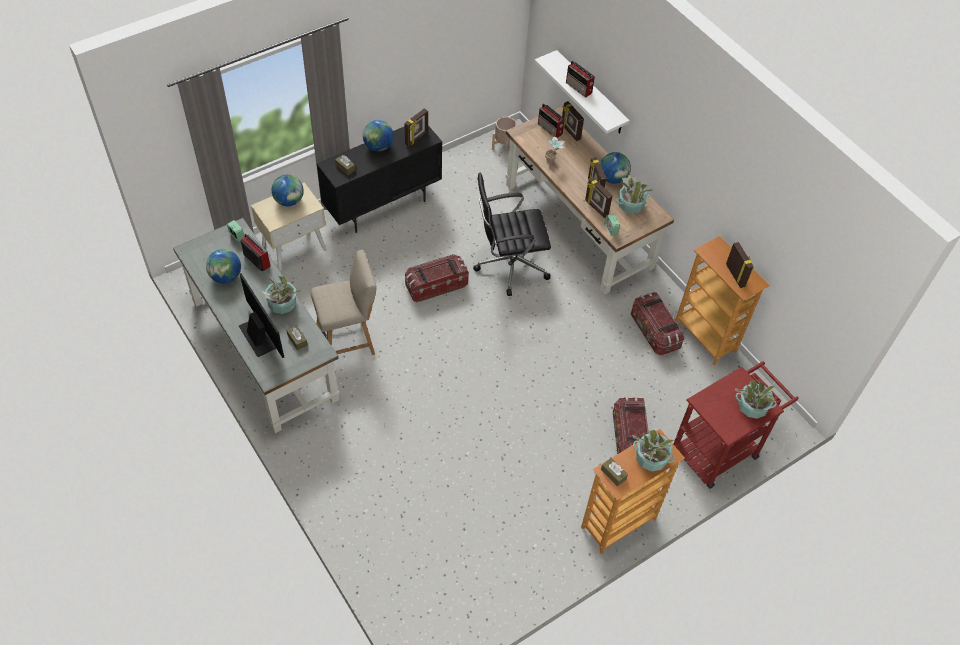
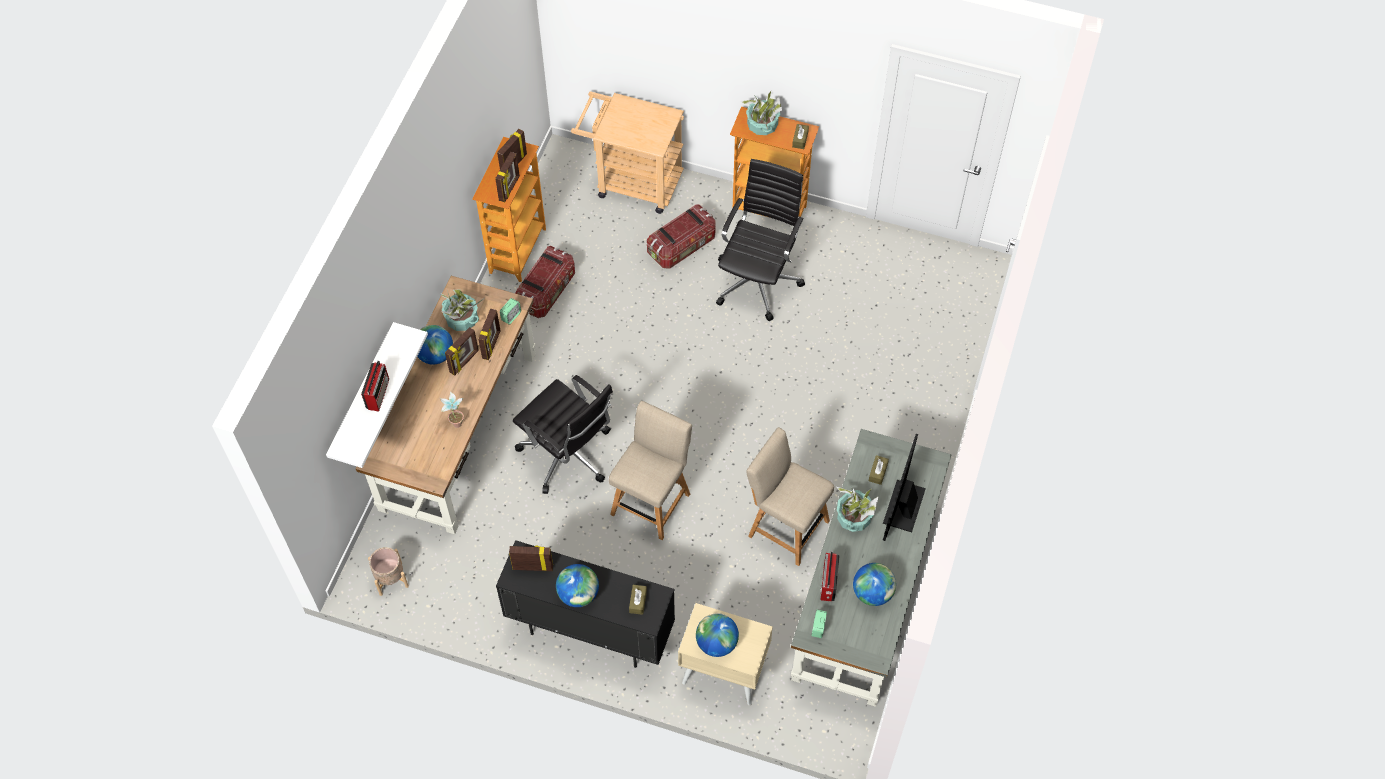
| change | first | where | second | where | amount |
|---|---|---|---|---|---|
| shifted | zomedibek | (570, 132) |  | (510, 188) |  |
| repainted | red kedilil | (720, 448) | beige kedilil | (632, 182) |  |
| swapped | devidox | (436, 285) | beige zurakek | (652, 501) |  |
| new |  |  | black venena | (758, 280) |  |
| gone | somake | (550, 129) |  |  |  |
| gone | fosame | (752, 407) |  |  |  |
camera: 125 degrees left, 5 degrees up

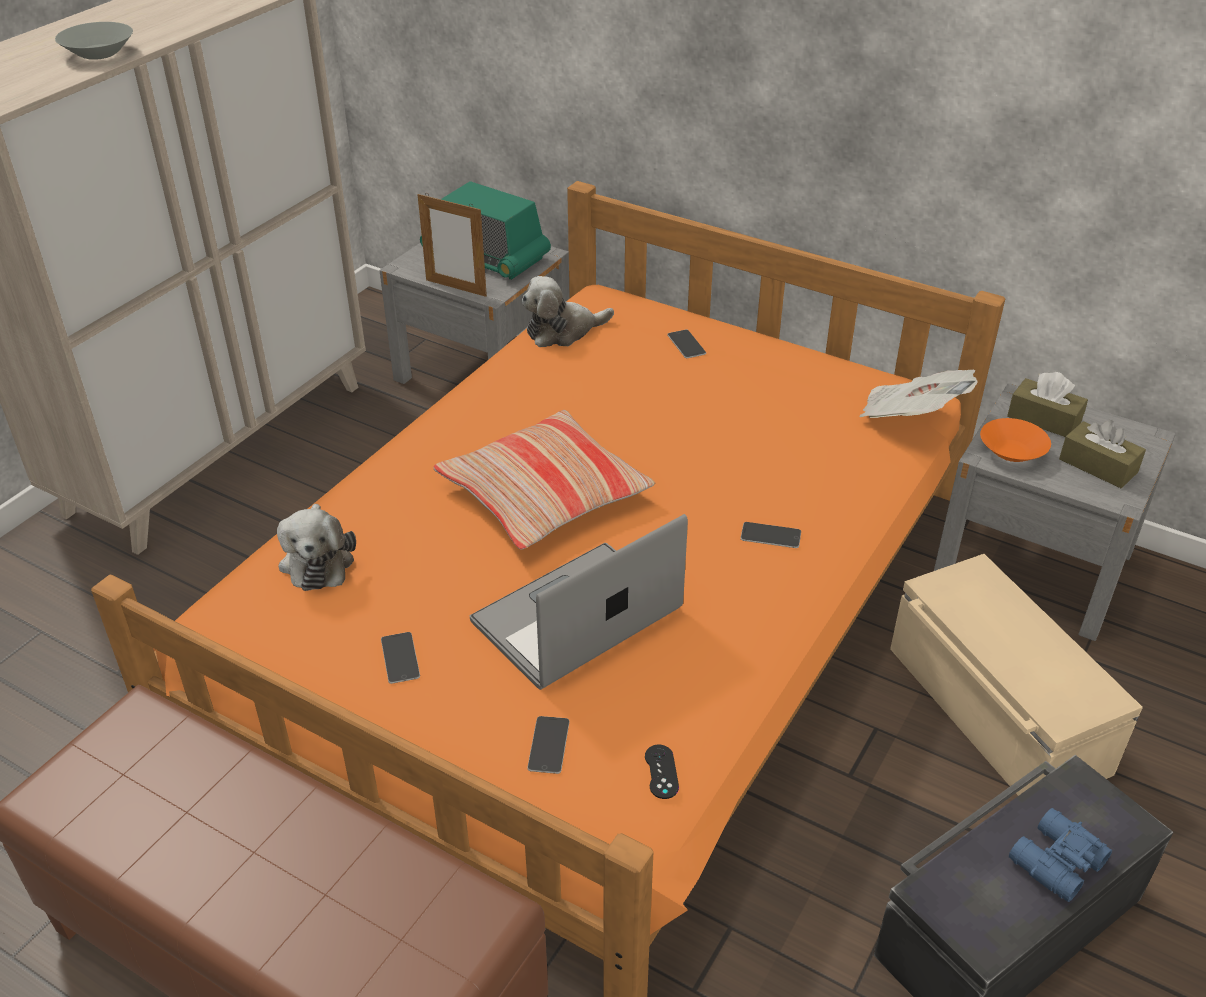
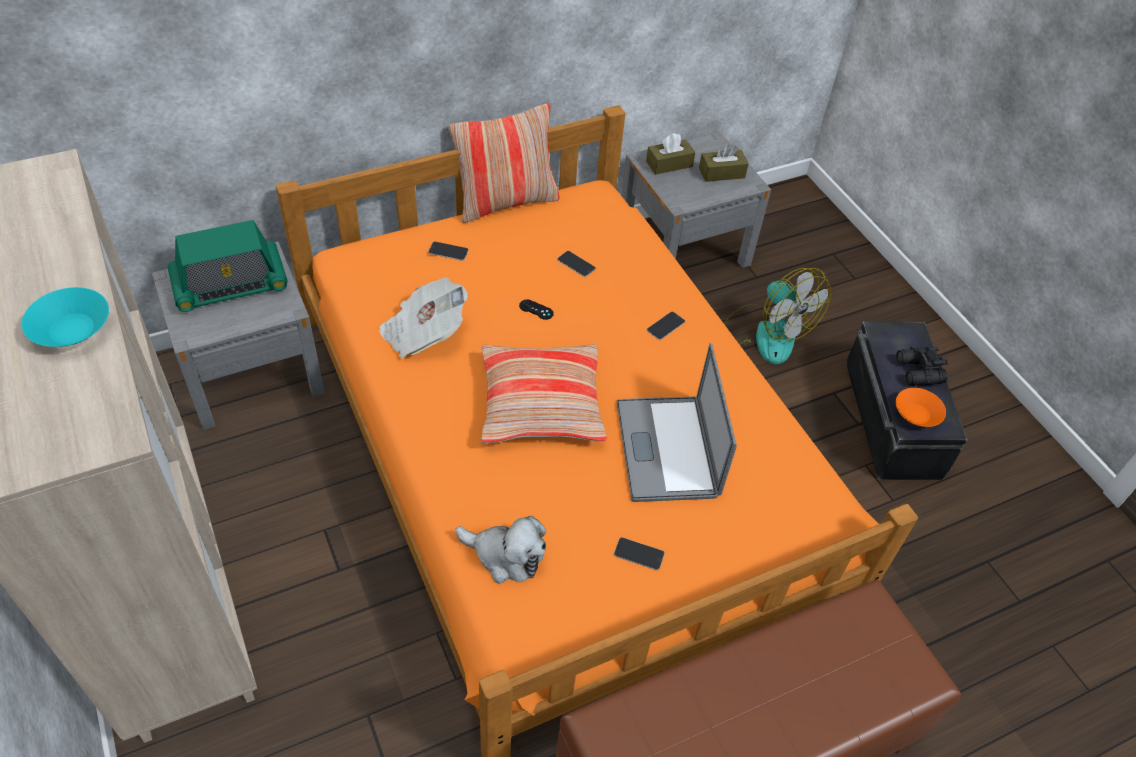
| change | first | where | second | where | amount |
|---|---|---|---|---|---|
| repainted | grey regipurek | (98, 54) | turquoise regipurek | (71, 331) |  |
| shifted | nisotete | (910, 417) |  | (423, 333) |  |
| new |  |  | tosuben | (506, 202) |  |
| shifted | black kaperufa | (661, 772) |  | (536, 309) |  |
| shifted | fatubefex | (548, 745) |  | (576, 264) |  |
| swapped | beige devidox | (994, 710) | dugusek | (766, 333) |  |
| repainted | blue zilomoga | (1053, 862) | black zilomoga | (918, 372) |  |
| shifted | orange regipurek | (1012, 453) |  | (917, 415) |  |
| gone | zomedibek | (456, 288) |  |  |  |
| gone | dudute | (563, 331) |  |  |  |
camera: 60 degrees left, 10 degrees up

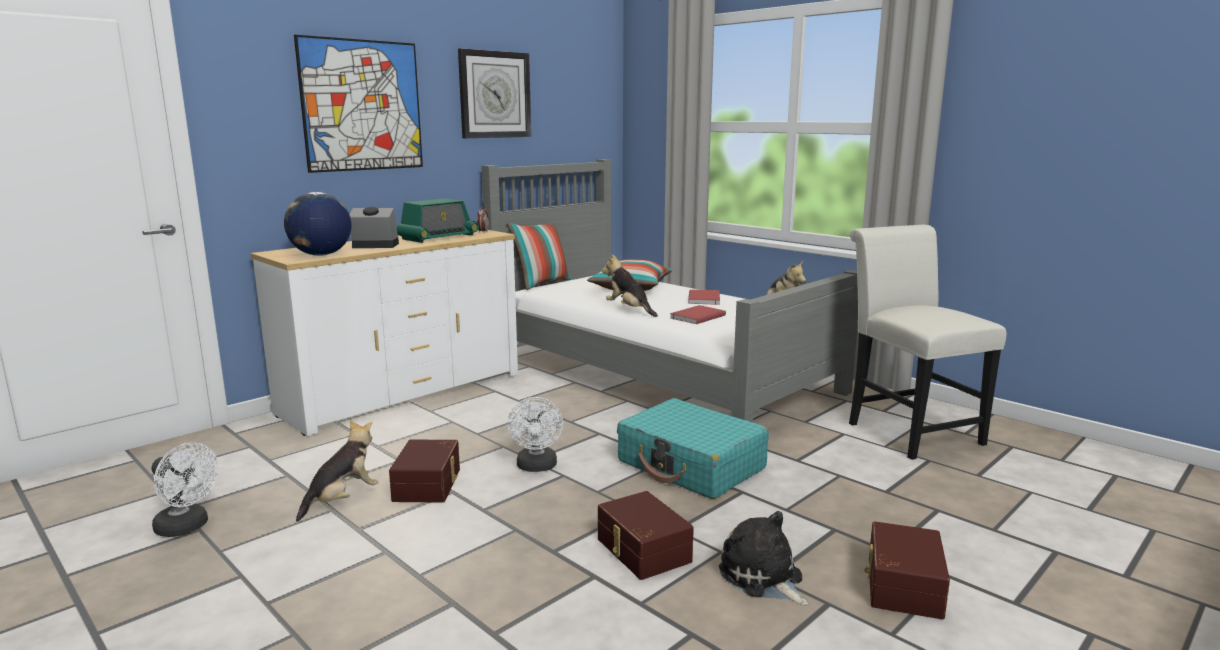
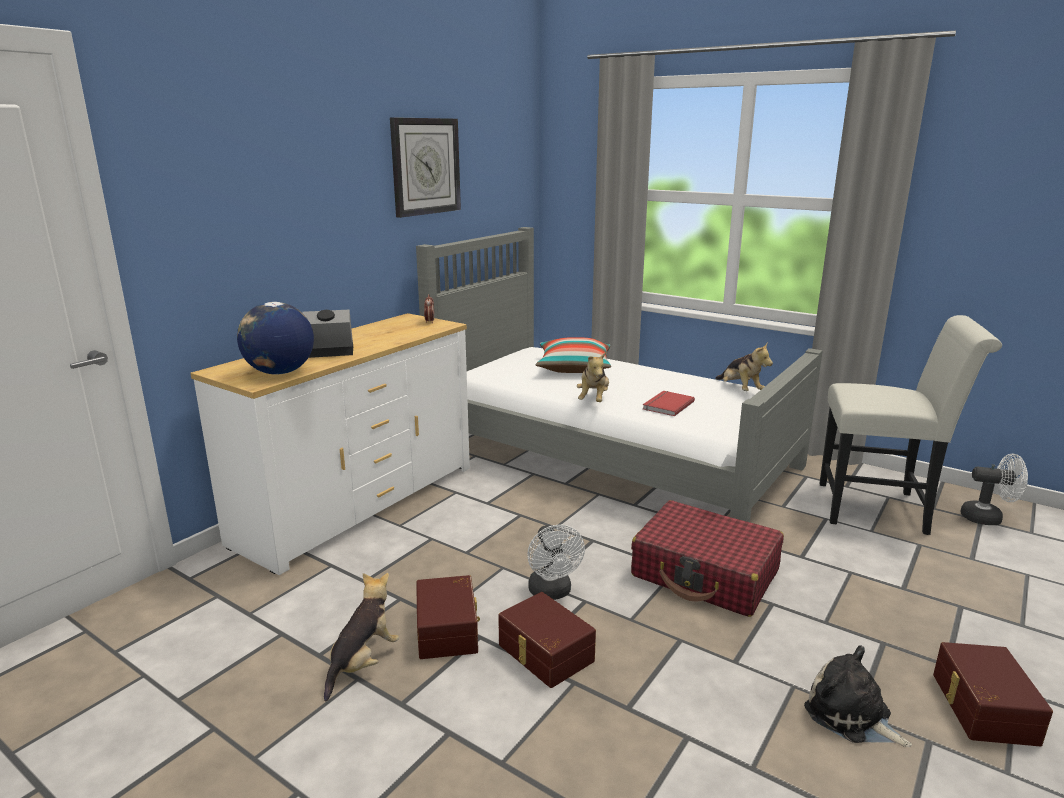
| change | first | where | second | where | amount |
|---|---|---|---|---|---|
| shifted | brown devidox | (642, 551) |  | (544, 653) |  |
| rotated | dudute | (629, 310) |  | (593, 400) | 120 degrees counterclockwise |
| repainted | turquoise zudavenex | (691, 465) | red zudavenex | (705, 574) |  |
| rotated | white zurakek | (908, 430) |  | (881, 509) | 135 degrees clockwise |
| shifted | white dugusek | (187, 527) |  | (988, 518) |  |
| gone | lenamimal | (362, 105) |  |  |  |
| gone | somake | (438, 237) |  |  |  |
| gone | tosuben | (541, 284) |  |  |  |
| gone | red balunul | (705, 299) |  |  |  |
camera: 10 degrees left, 5 degrees up

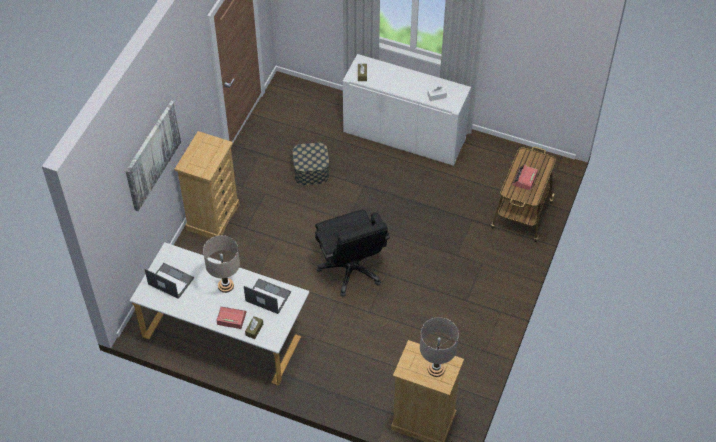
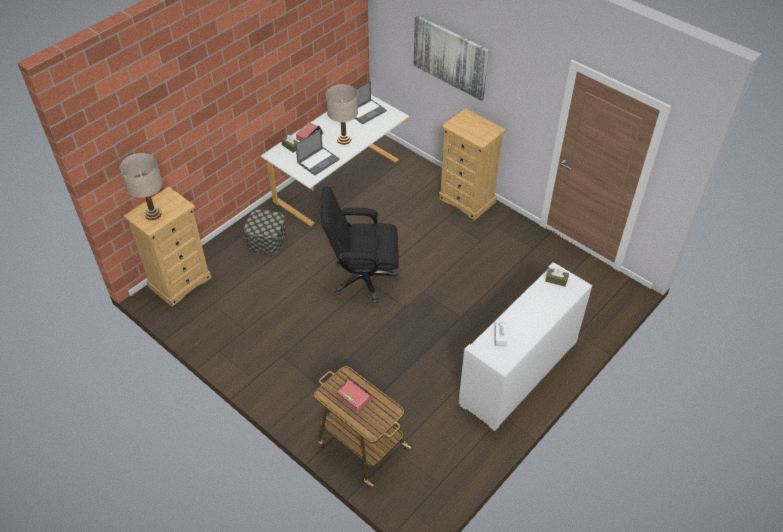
| change | first | where | second | where | amount |
|---|---|---|---|---|---|
| shifted | devidox | (311, 171) |  | (267, 239) |  |
camera: 110 degrees right, 5 degrees down

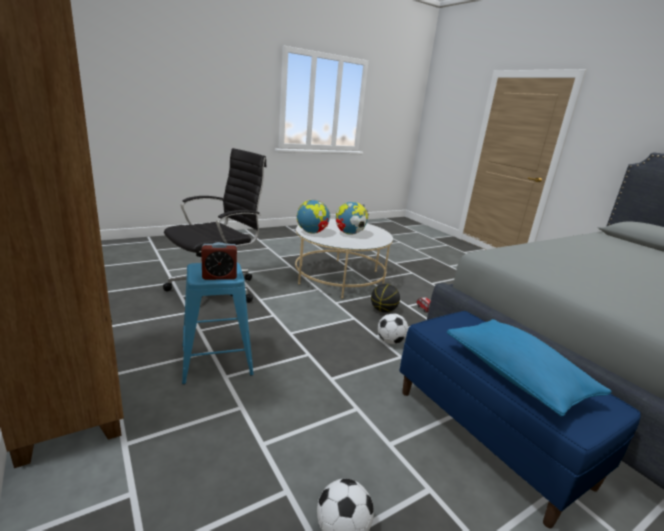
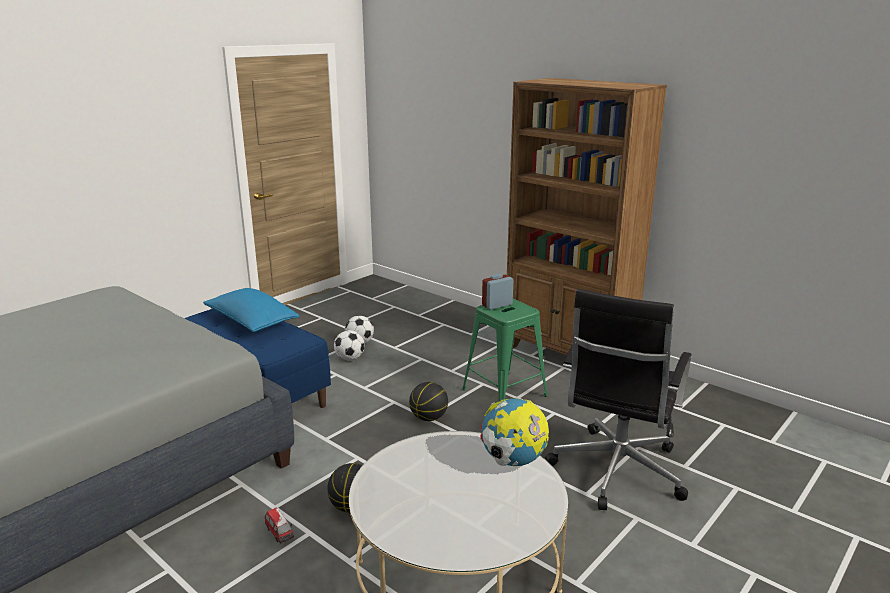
| change | first | where | second | where | amount |
|---|---|---|---|---|---|
| shifted | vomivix | (390, 341) |  | (349, 358) |  |
| new |  |  | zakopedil | (428, 418) |  |
| repainted | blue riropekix | (216, 360) | green riropekix | (504, 392) |  |
| gone | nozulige | (349, 234) |  |  |  |
camera: 165 degrees right, 0 degrees up

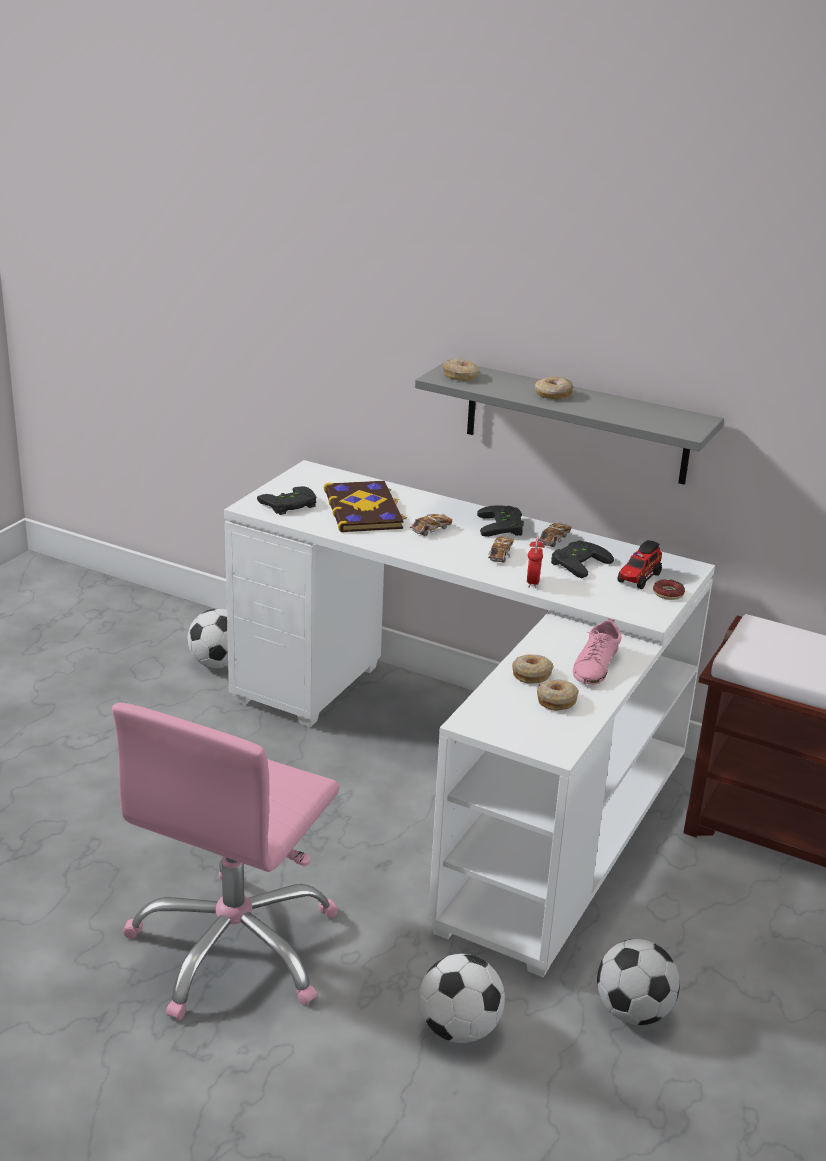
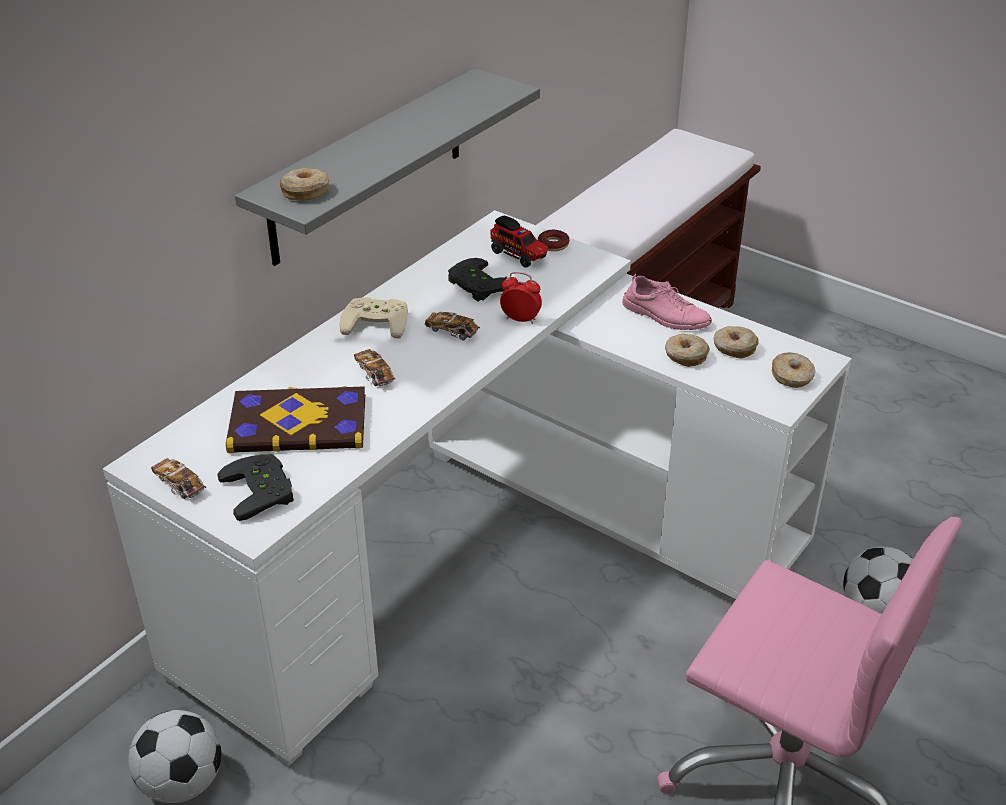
| change | first | where | second | where | amount |
|---|---|---|---|---|---|
| shifted | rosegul | (554, 540) |  | (179, 485) |  |
| repainted | black kaperufa | (504, 526) | beige kaperufa | (377, 320) |  |
| shifted | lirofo | (553, 394) |  | (792, 377) |  |
| gone | vomivix | (634, 1012) |  |  |  |
camera: 80 degrees left, 10 degrees up

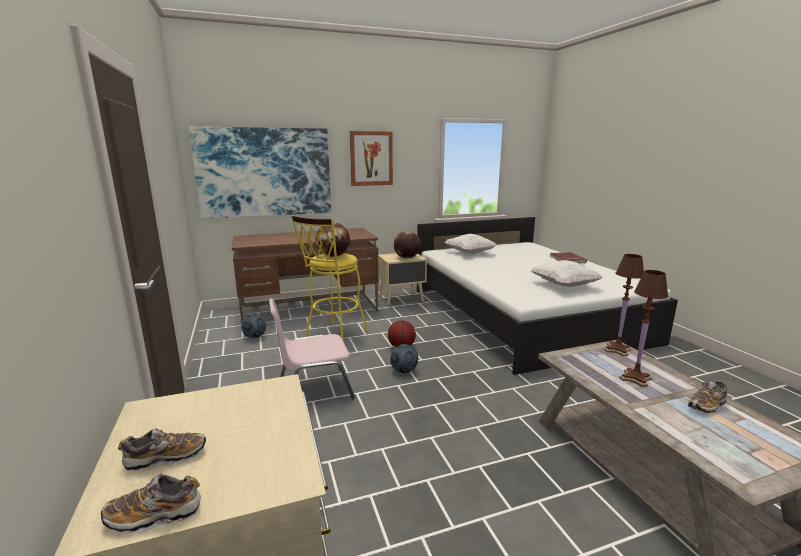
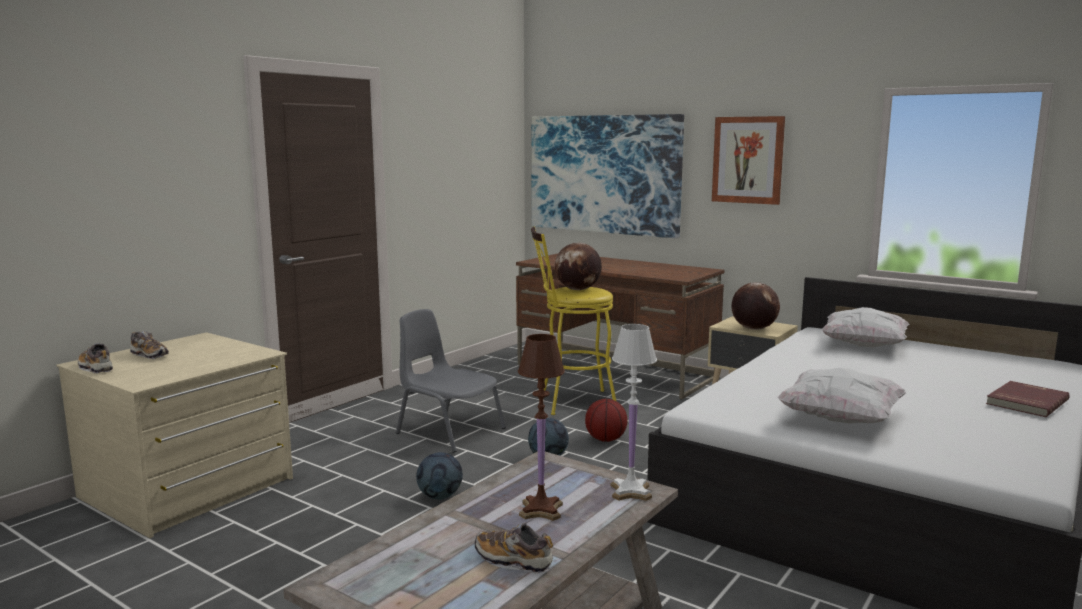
| change | first | where | second | where | amount |
|---|---|---|---|---|---|
| repainted | pink zurakek | (314, 388) | grey zurakek | (449, 431) |  |
| shifted | vomivix | (255, 337) |  | (440, 496) |  |
| repainted | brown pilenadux | (617, 350) | white pilenadux | (630, 491) |  |
camera: 55 degrees right, 5 degrees down

